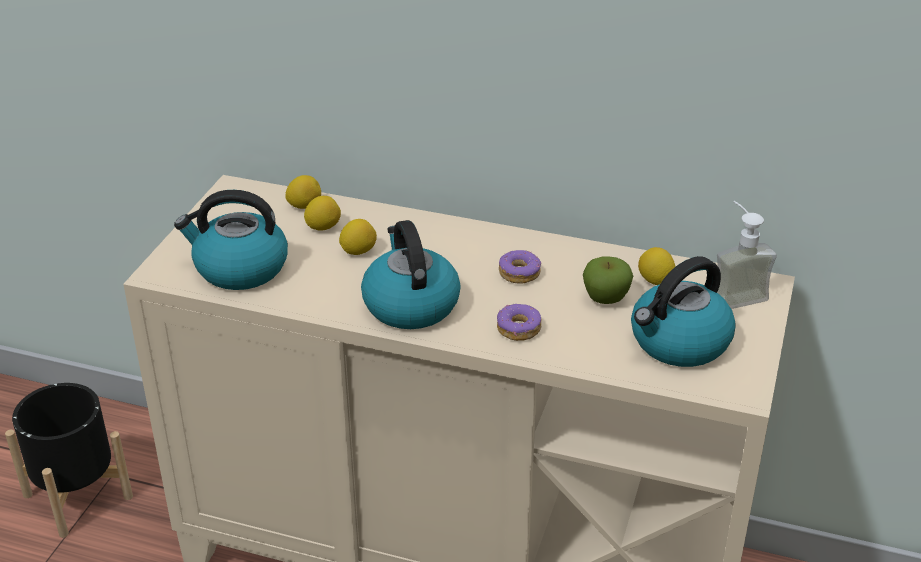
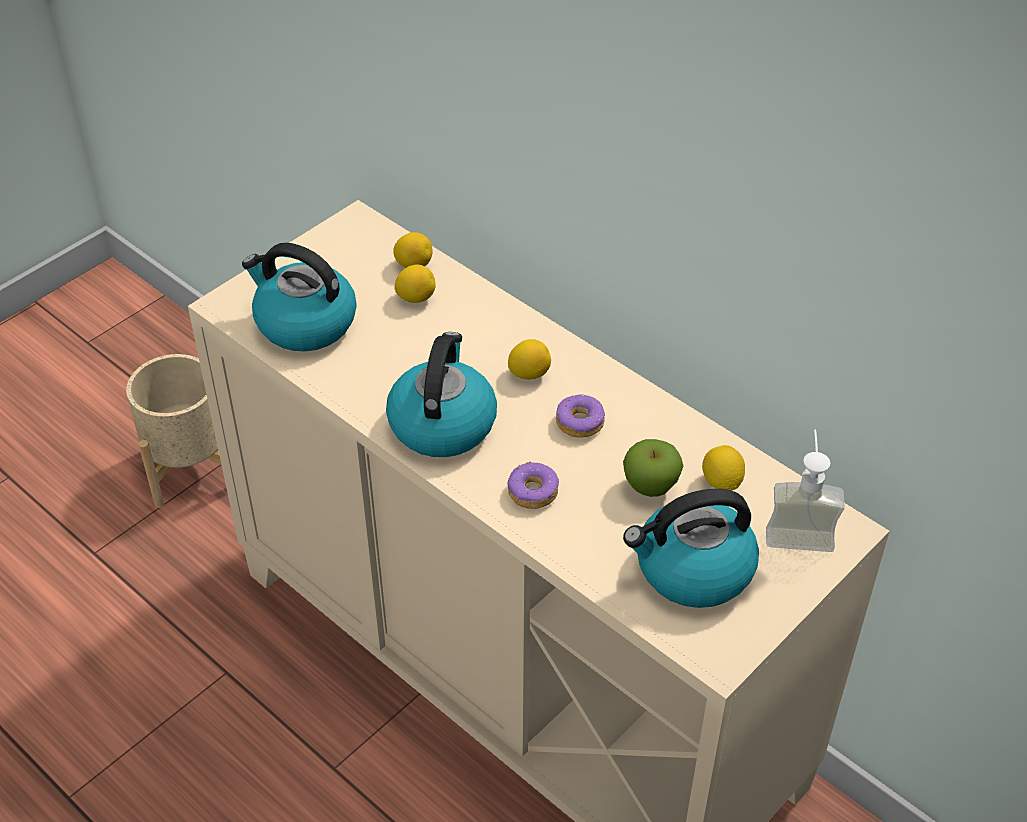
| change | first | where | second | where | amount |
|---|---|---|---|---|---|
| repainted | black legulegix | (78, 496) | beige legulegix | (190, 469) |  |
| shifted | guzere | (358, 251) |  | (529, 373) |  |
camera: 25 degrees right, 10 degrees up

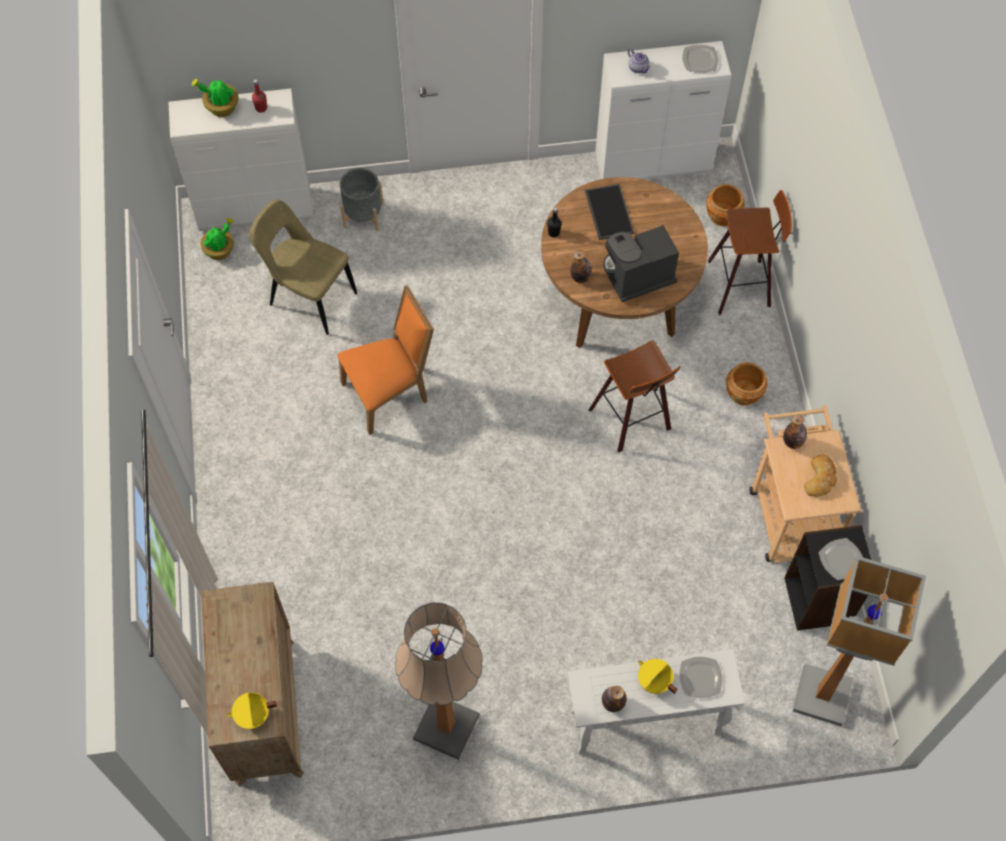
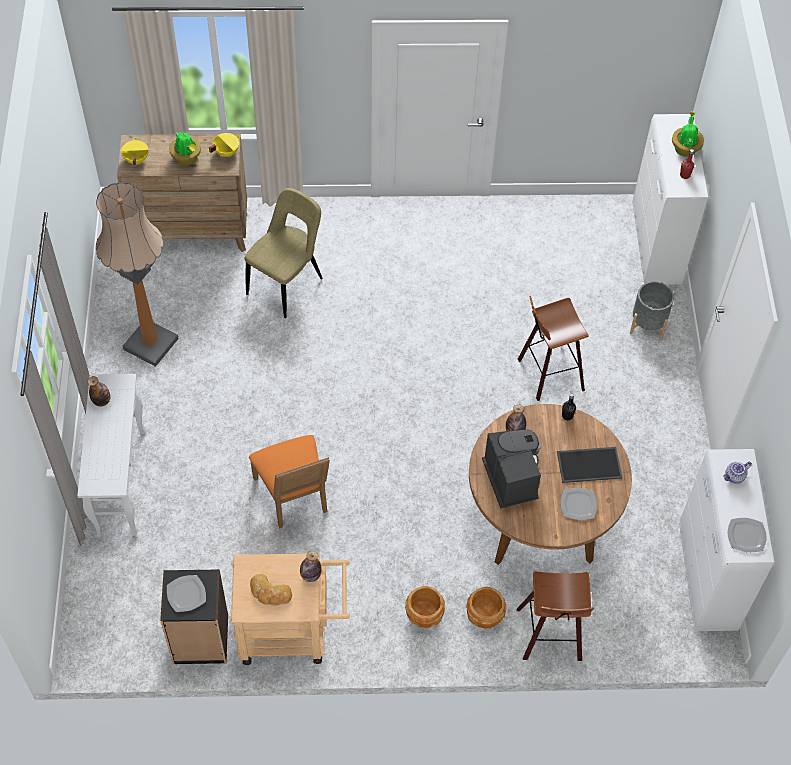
| change | first | where | second | where | amount |
|---|---|---|---|---|---|
| shifted | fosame | (220, 250) |  | (187, 158) |  |
| shifted | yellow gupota | (653, 682) |  | (226, 151) |  |
| shifted | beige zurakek | (309, 298) |  | (287, 284) |  |
| shifted | orange zurakek | (390, 392) |  | (294, 497) |  |
| shifted | brown legulegix | (722, 216) |  | (484, 616) |  |
| shifted | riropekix | (633, 420) |  | (548, 374) |  |
| shifted | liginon | (700, 677) |  | (579, 505) |  |
| gone | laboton | (823, 697) |  |  |  |
camera: 95 degrees right, 5 degrees down

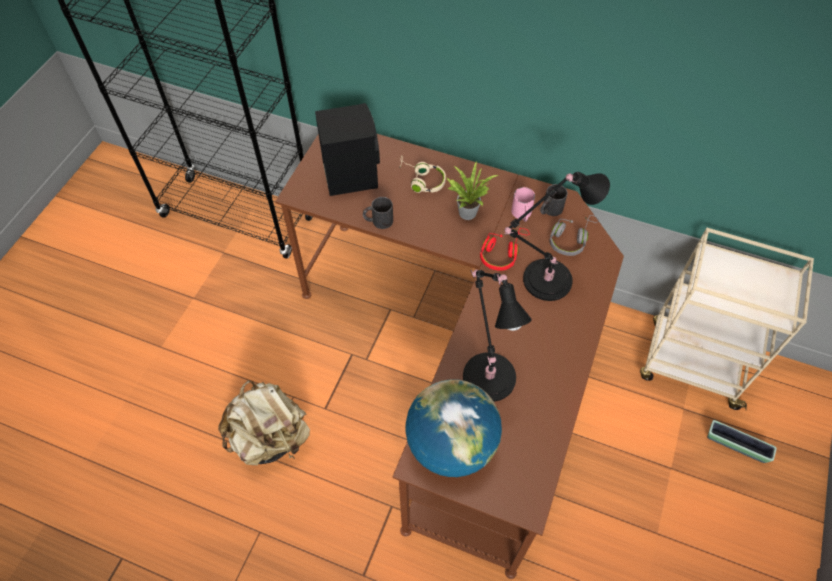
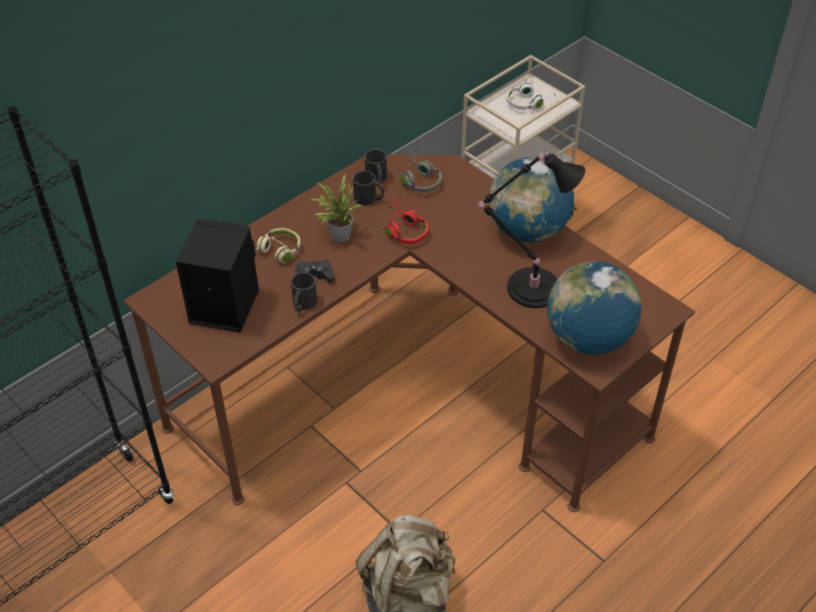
| change | first | where | second | where | amount |
|---|---|---|---|---|---|
| new |  |  | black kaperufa | (314, 276) |  |
| repainted | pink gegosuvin | (522, 214) | black gegosuvin | (369, 199) |  |
| new |  |  | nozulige | (527, 230) |  |
| new |  |  | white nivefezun | (530, 102) |  |
| gone | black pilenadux | (543, 280) |  |  |  |
| gone | legulegix | (736, 445) |  |  |  |
camera: 65 degrees left, 10 degrees down

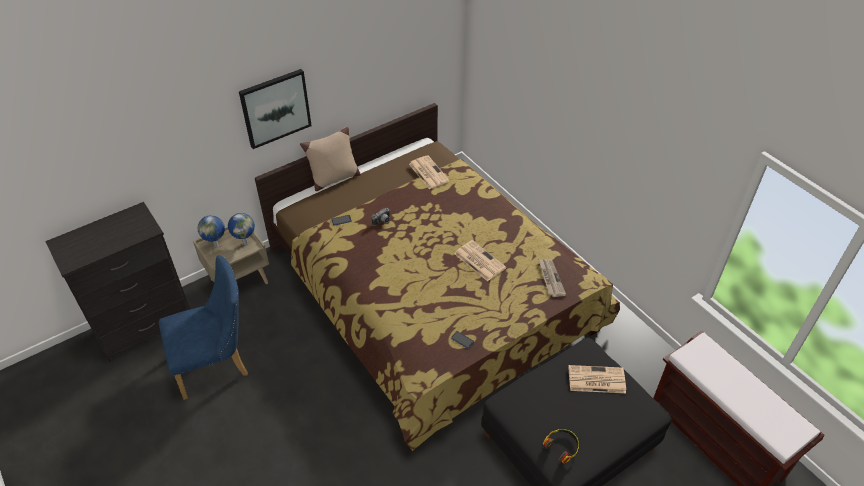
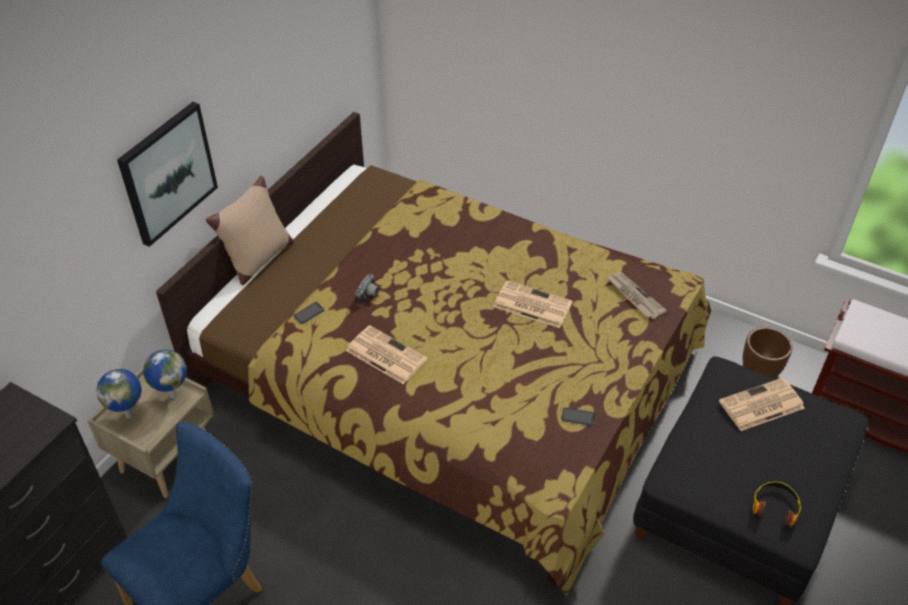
| change | first | where | second | where | amount |
|---|---|---|---|---|---|
| shifted | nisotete | (428, 172) |  | (385, 355) |  |
| new |  |  | brown legulegix | (759, 370) |  |
camera: 25 degrees left, 0 degrees up

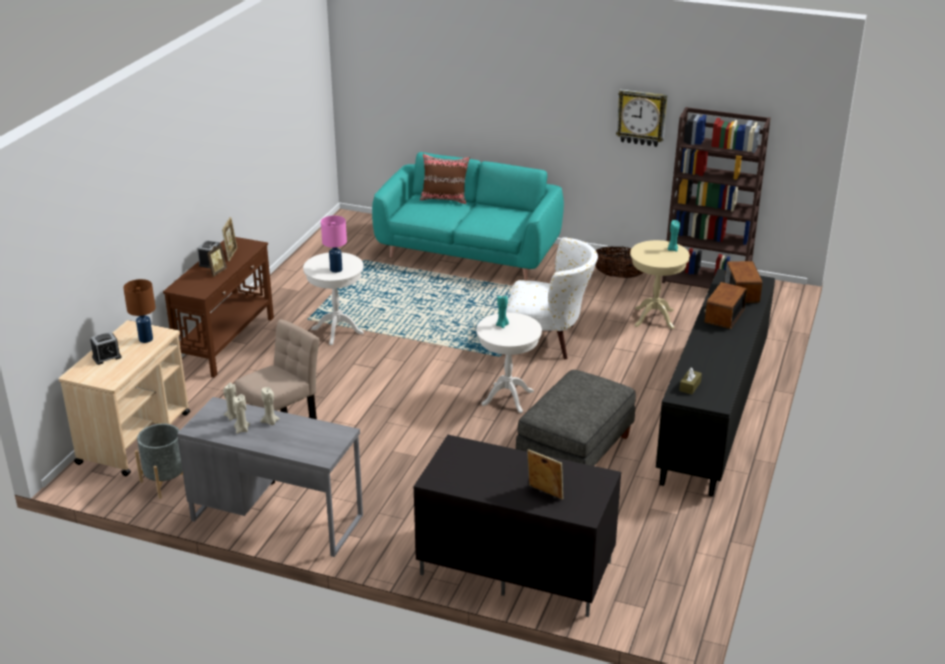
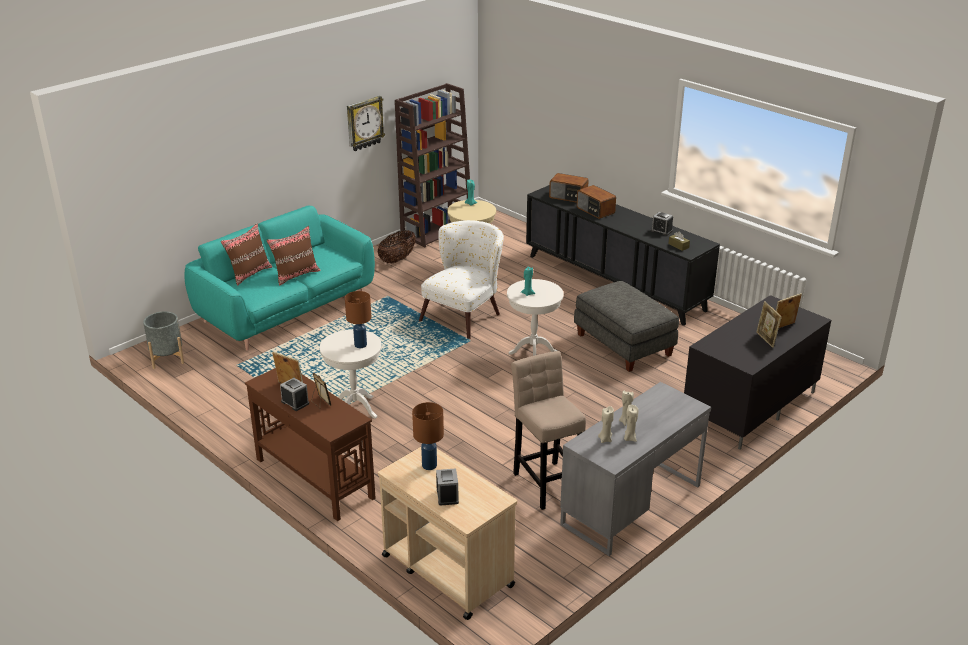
| change | first | where | second | where | amount |
|---|---|---|---|---|---|
| shifted | grey legulegix | (166, 482) |  | (167, 358) |  |
| new |  |  | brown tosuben | (296, 275) |  |
| repainted | pink pilenadux | (336, 269) | brown pilenadux | (360, 345) |  |
| new |  |  | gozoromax | (661, 231) |  |
| new |  |  | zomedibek | (766, 340) |  |
camera: 65 degrees left, 0 degrees up

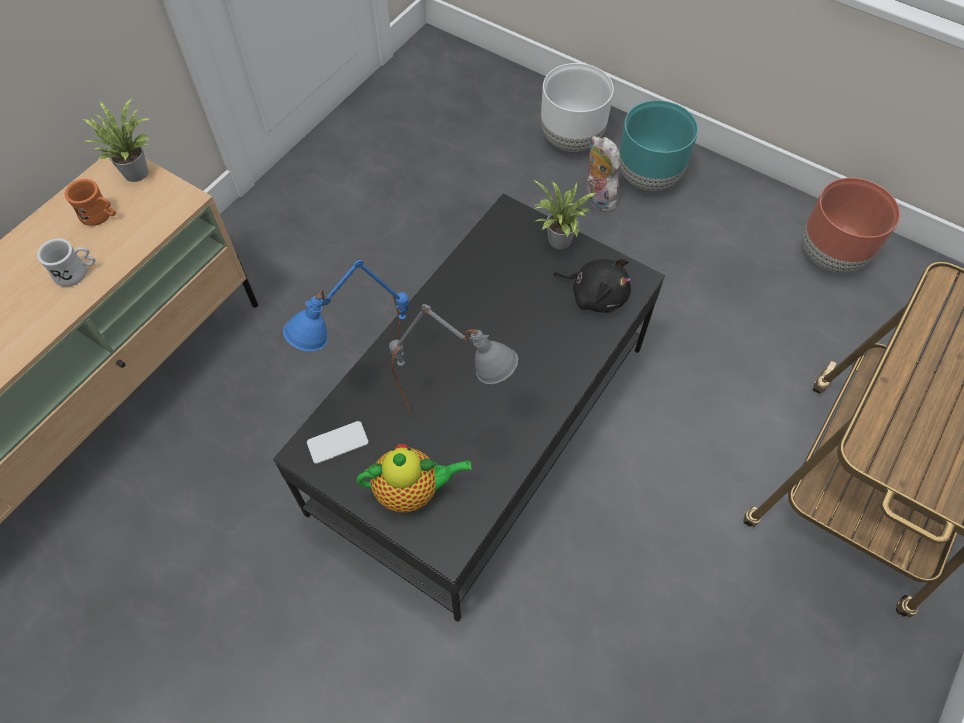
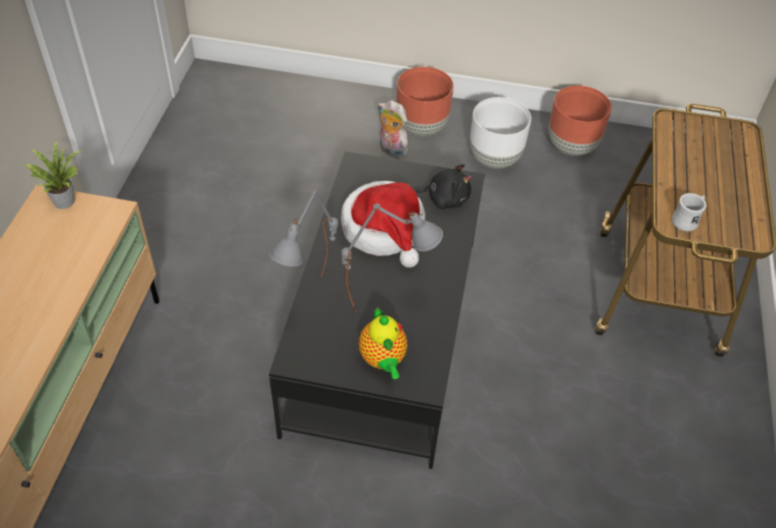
| change | first | where | second | where | amount |
|---|---|---|---|---|---|
| repainted | blue pilenadux | (366, 382) | grey pilenadux | (311, 302) |  |
| new |  |  | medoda | (384, 230) |  |
| rotated | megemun | (412, 490) |  | (383, 360) | 105 degrees clockwise |
| repainted | turquoise legulegix | (648, 177) | brown legulegix | (422, 127) |  |
| shifted | white legulegix | (572, 139) |  | (495, 159) |  |
| shifted | white gegosuvin | (77, 272) |  | (687, 220) |  |
| gone | orange gegosuvin | (101, 216) |  |  |  |
| gone | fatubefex | (337, 442) |  |  |  |
| gone | fosame | (558, 242) |  |  |  |
camera: 25 degrees left, 10 degrees down

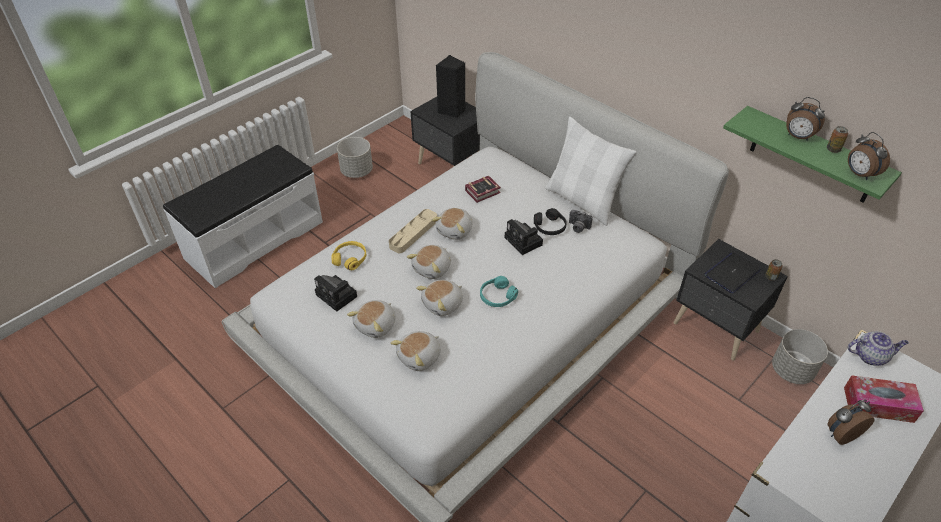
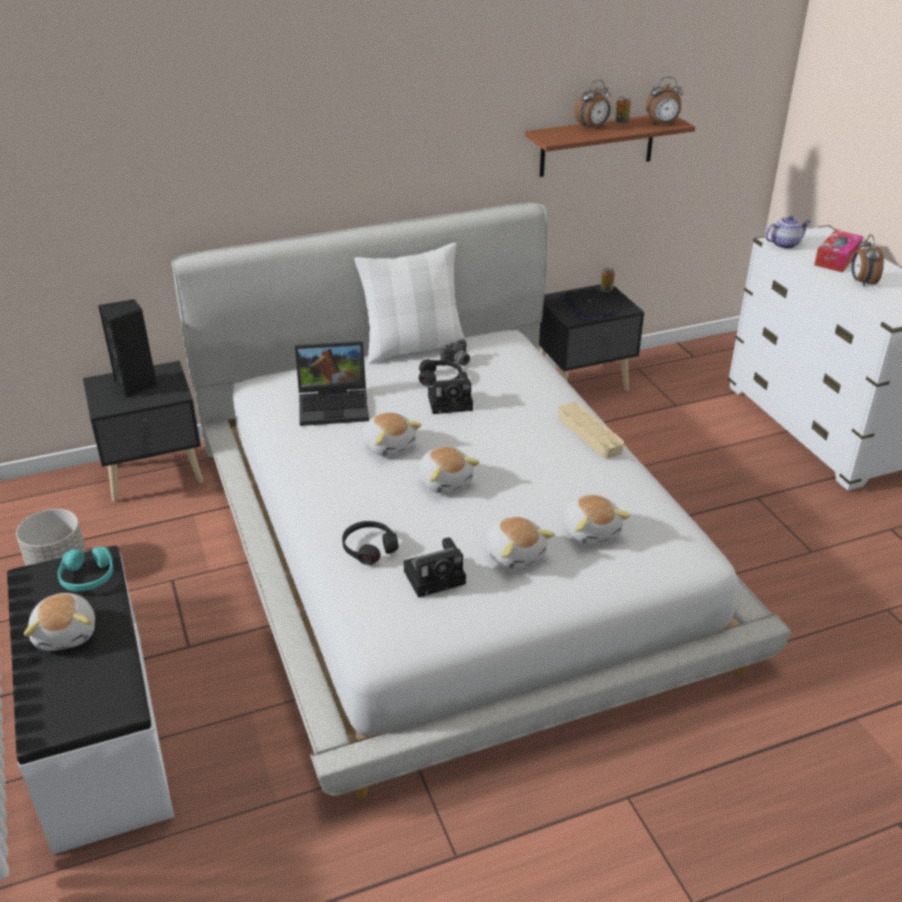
| change | first | where | second | where | amount |
|---|---|---|---|---|---|
| shifted | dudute | (443, 304) |  | (67, 633) |  |
| shifted | turquoise nivefezun | (497, 296) |  | (87, 577) |  |
| swapped | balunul | (484, 191) | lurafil | (335, 404) |  |
| repainted | yellow nivefezun | (350, 259) | black nivefezun | (369, 548) |  |
| repainted | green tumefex | (812, 156) | brown tumefex | (597, 145) |  |
| shifted | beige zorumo | (413, 233) |  | (589, 434) |  |
| rotated | megemun | (870, 356) |  | (785, 244) | 45 degrees clockwise |
| gone | grey legulegix | (792, 370) |  |  |  |
camera: 65 degrees left, 10 degrees down

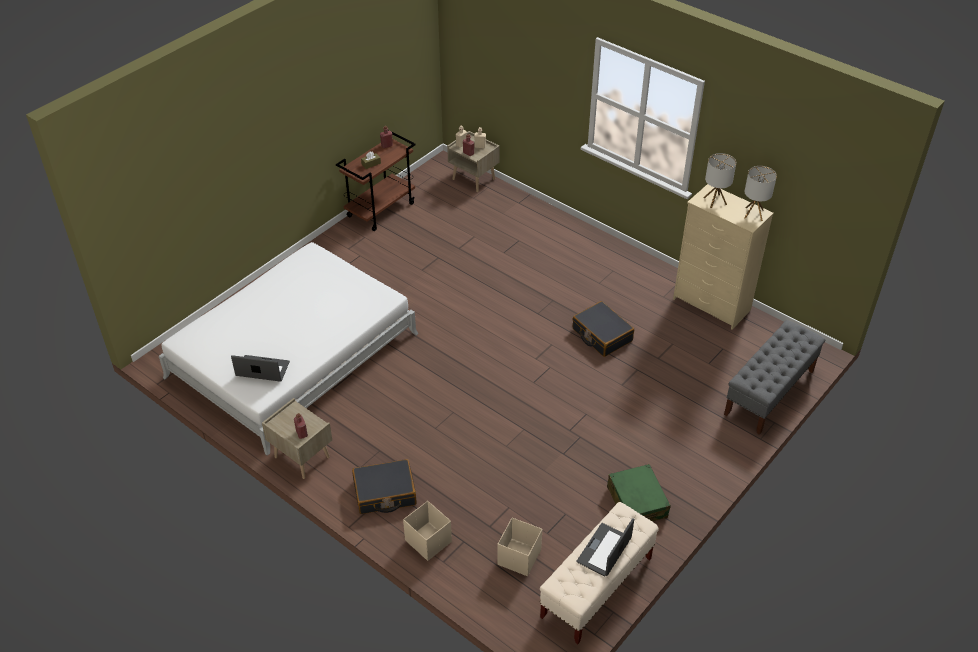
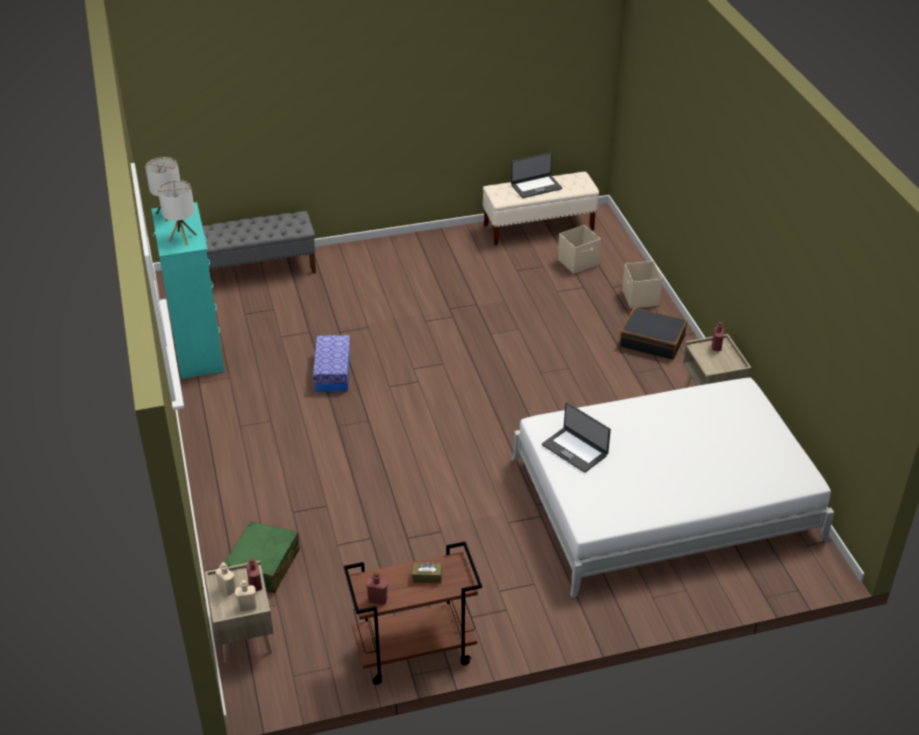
| change | first | where | second | where | amount |
|---|---|---|---|---|---|
| repainted | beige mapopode | (711, 305) | turquoise mapopode | (198, 349) |  |
| shifted | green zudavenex | (637, 502) |  | (263, 566) |  |
| swapped | black zudavenex | (601, 335) | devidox | (333, 372) |  |
| shifted | lurafil | (262, 370) |  | (575, 449) |  |
camera: 145 degrees left, 5 degrees down

